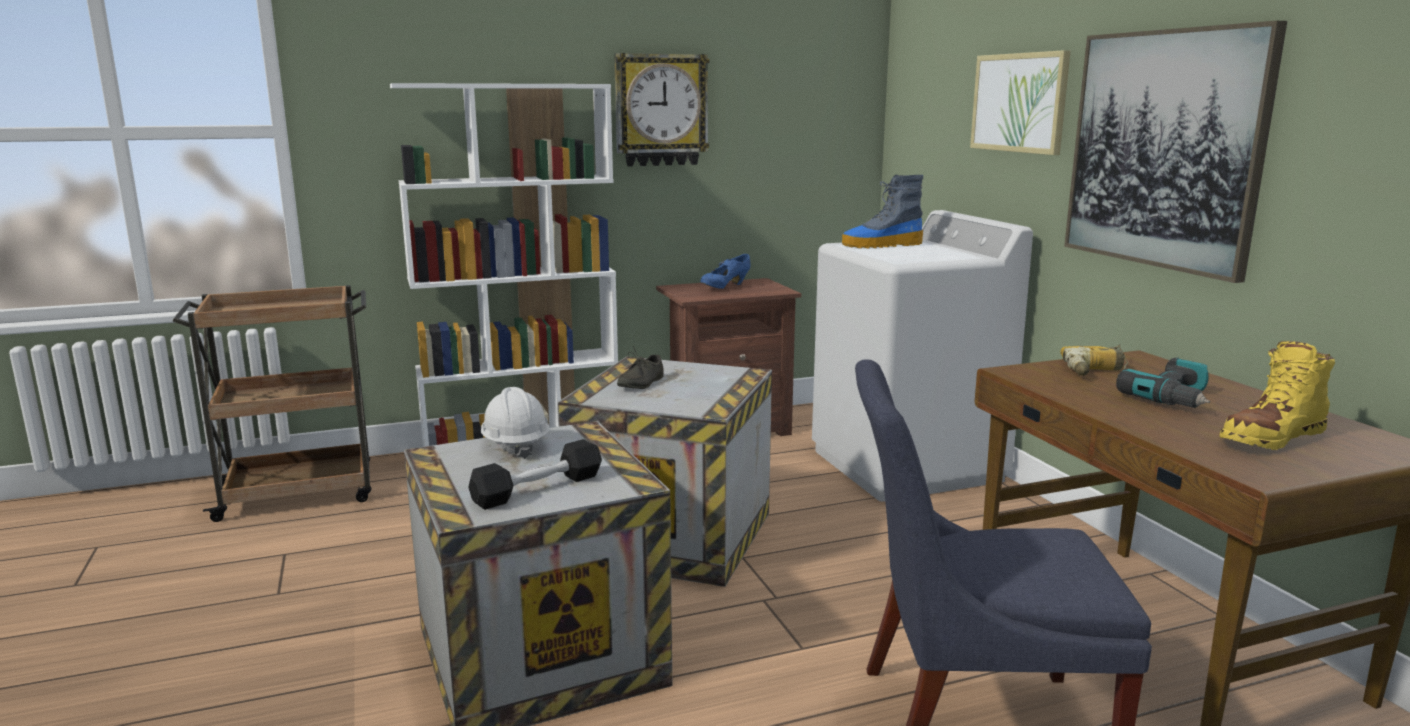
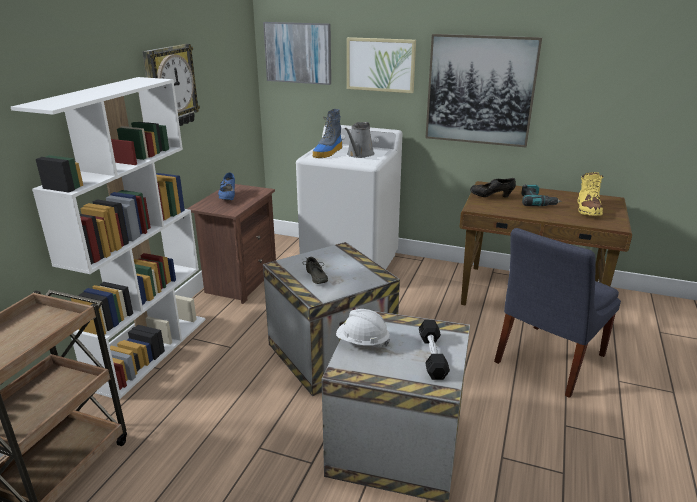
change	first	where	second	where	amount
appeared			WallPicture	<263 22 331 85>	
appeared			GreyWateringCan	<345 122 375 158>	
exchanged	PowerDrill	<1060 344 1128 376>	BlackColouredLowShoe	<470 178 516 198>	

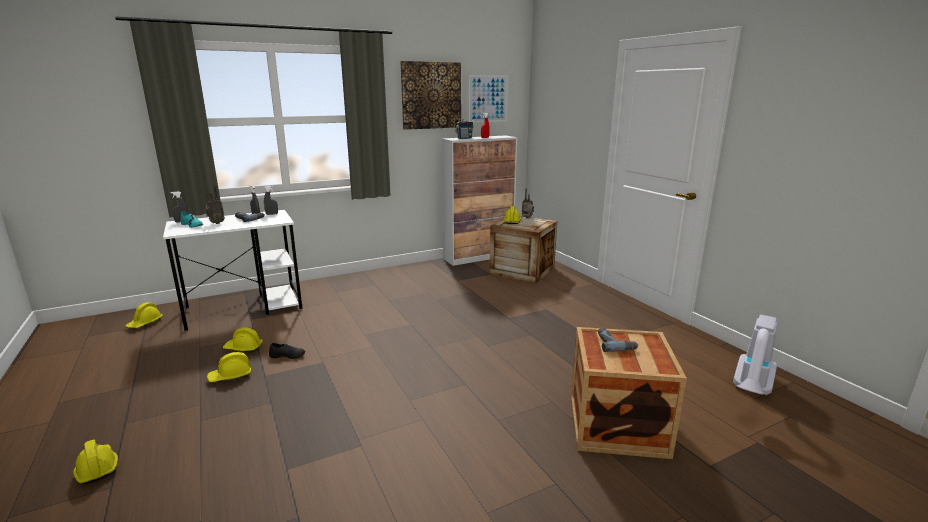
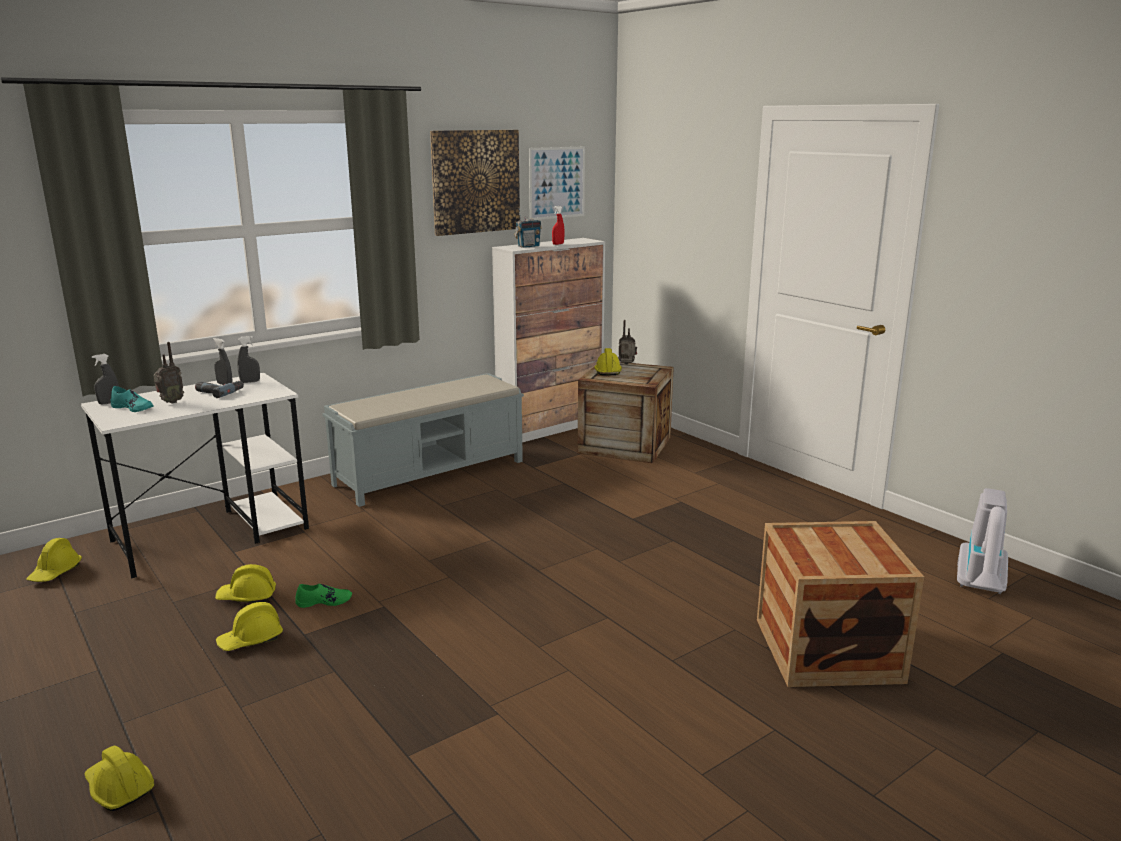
change	first	where	second	where	amount
missing	PowerDrill	<598 328 638 352>			
appeared			GreyIndoorBench	<322 373 524 507>	
colour	BlackColouredLowShoe	<269 343 305 359>	GreenishLowShoe	<295 584 352 608>	

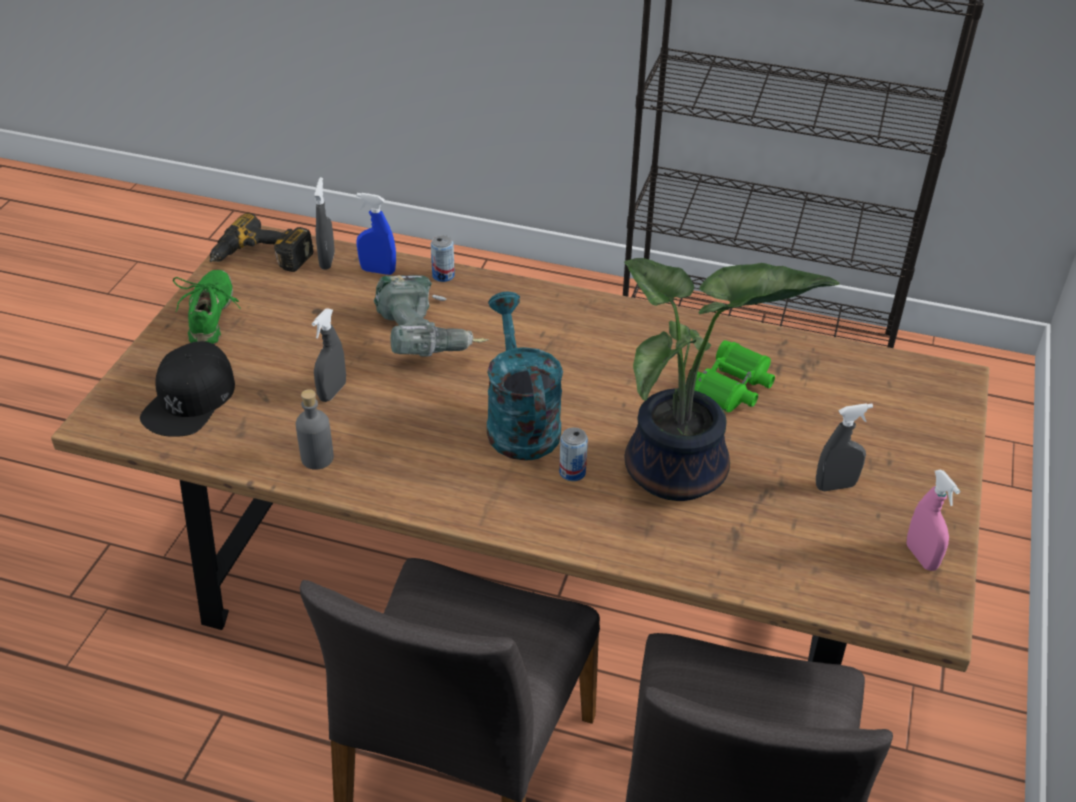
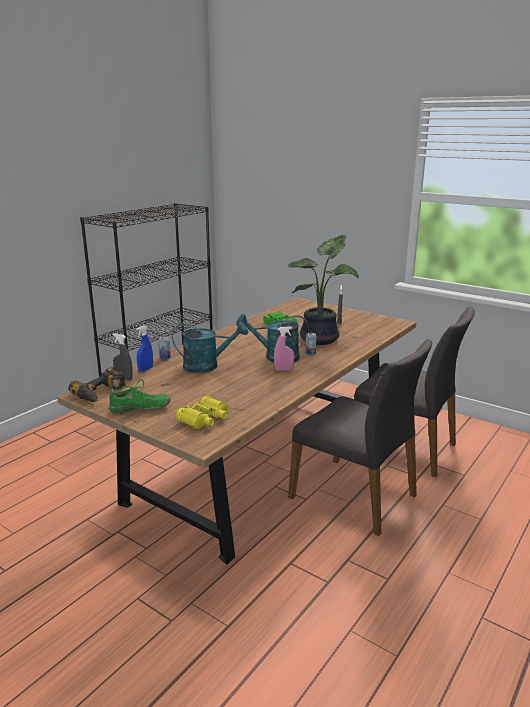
change	first	where	second	where	amount
missing	GreyBeverageBottle	<296 389 334 470>			
missing	GreyHandSprayer	<312 308 346 402>			
relocated	PinkHandSprayer	<906 470 960 571>		<274 326 294 371>	
exchanged	BlackColouredBaseballCap	<140 341 235 437>	YellowBinoculars	<176 396 229 429>	
exchanged	PowerDrill	<374 275 489 356>	TurquoiseWateringCan	<172 322 248 373>	
spun	GreenishLowShoe	<173 270 241 345>		<109 379 171 414>	150 degrees clockwise

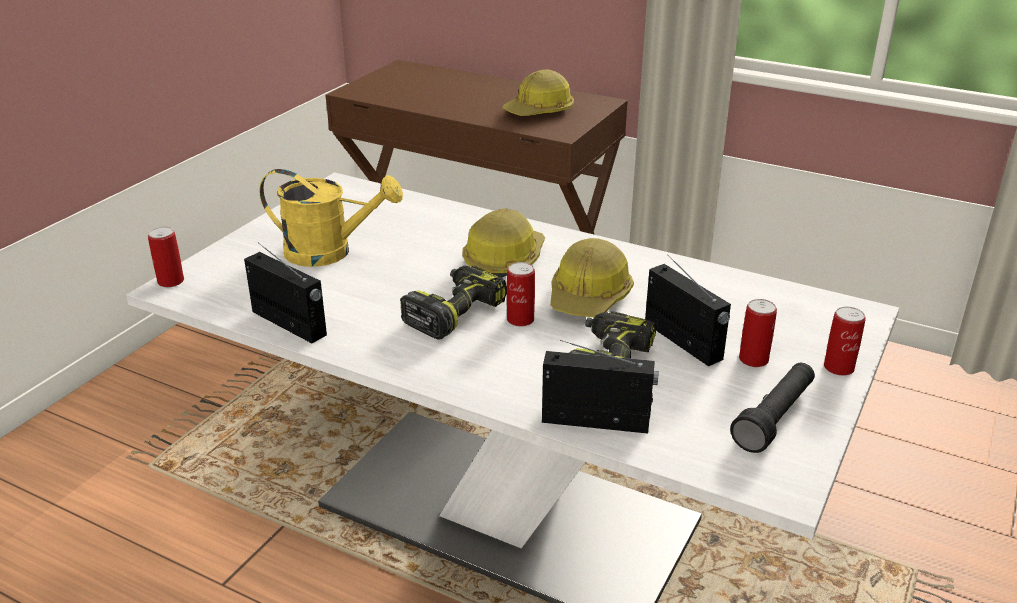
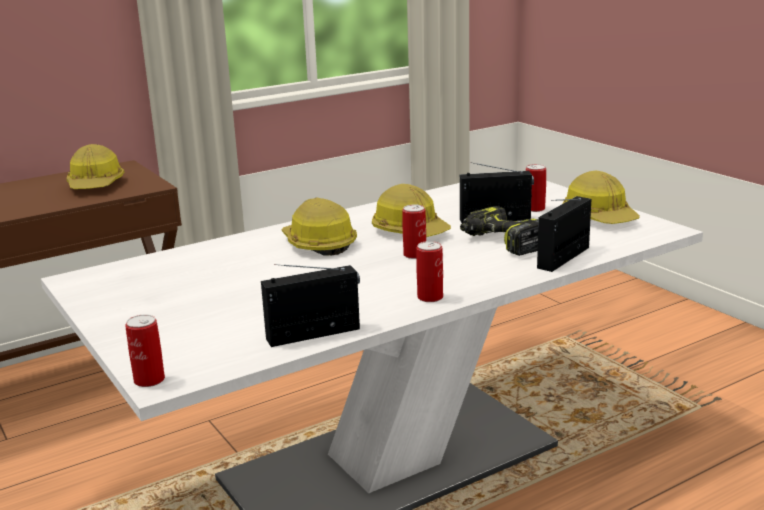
change	first	where	second	where	amount
missing	YellowWateringCan	<259 169 403 267>			
missing	PowerDrill	<400 266 507 339>			
relocated	MetalCan	<824 307 866 376>		<416 241 443 302>	
exchanged	BlackColouredFlashlight	<730 363 815 453>	WorkHelmet	<562 171 640 224>	

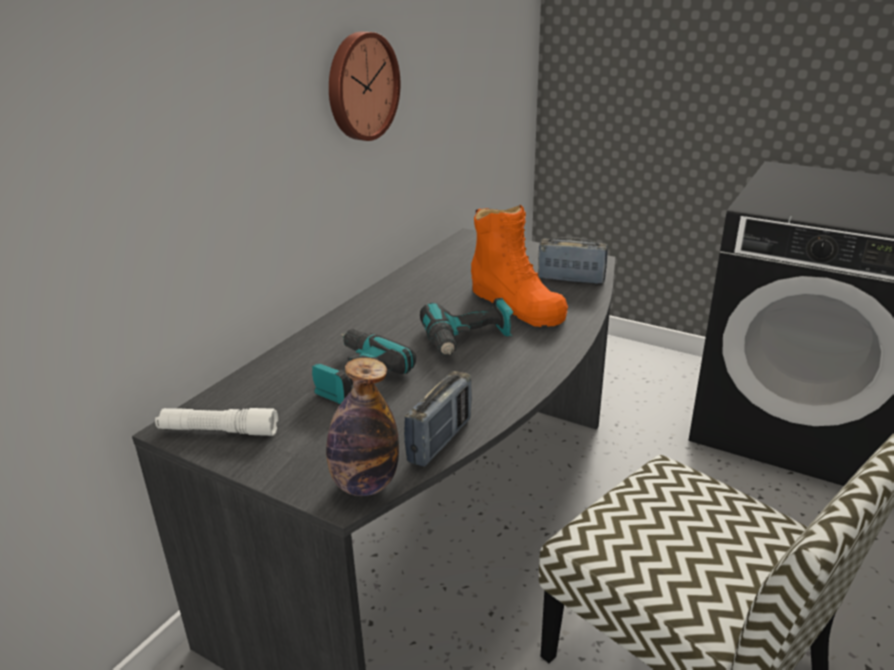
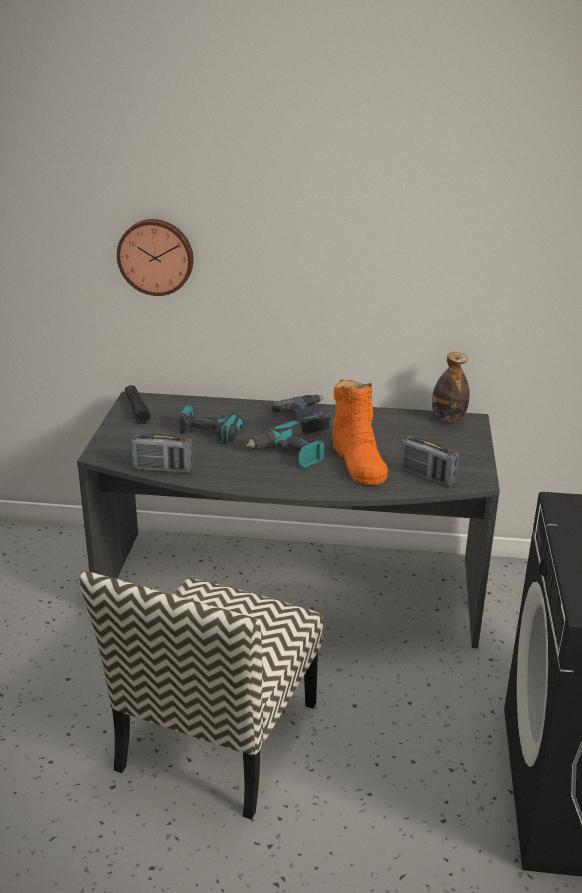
change	first	where	second	where	amount
appeared			PowerDrill	<271 395 331 434>	
relocated	BeverageBottle	<326 358 399 496>		<432 352 470 423>	
relocated	HangingClock	<329 32 400 141>		<117 219 194 296>	
colour	WhiteFlashlight	<155 408 278 436>	BlackColouredFlashlight	<125 385 151 424>	
spun	OrangeyTallBoot	<471 205 568 327>		<332 379 388 485>	45 degrees counterclockwise
spun	RadioReceiver	<538 237 608 284>		<399 436 459 487>	135 degrees clockwise

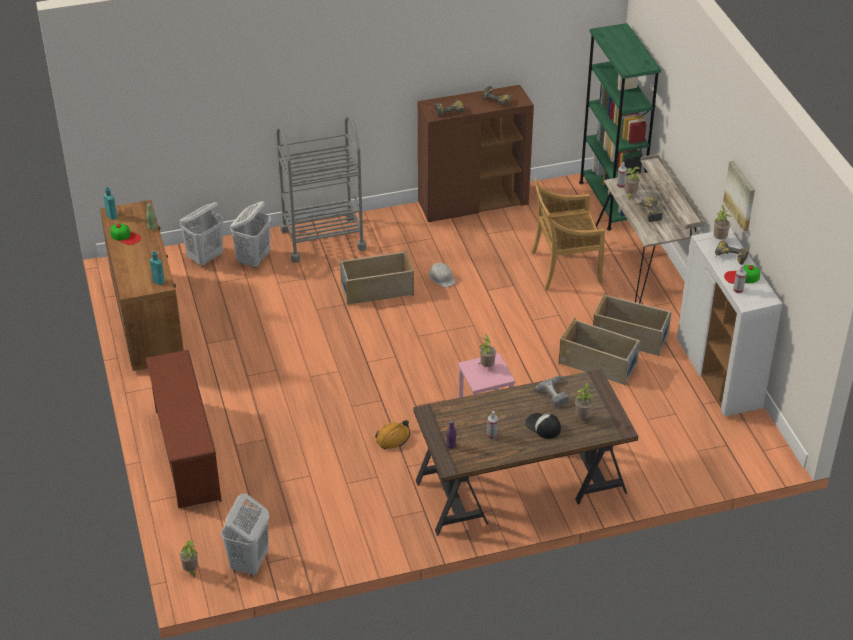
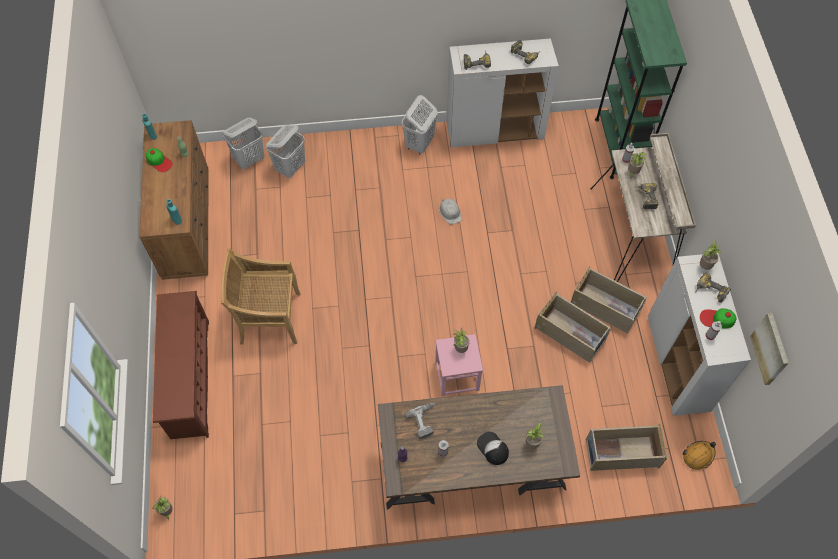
change	first	where	second	where	amount
missing	GreyCart	<276 115 366 263>			
relocated	WhiteLaundryBasket	<221 493 269 577>		<402 95 437 154>	
relocated	BeigeStorageBox	<340 250 414 305>		<586 424 667 471>	
relocated	OrangeyWorkHelmet	<375 420 410 449>		<683 441 716 470>	
relocated	BeigeUprightChair	<531 178 605 290>		<221 247 300 345>	
relocated	PowerDrill	<535 376 569 407>		<405 403 435 439>	
relocated	WallPicture	<723 161 755 231>		<750 313 789 385>	
colour	BrownishCabinet	<418 85 534 222>	WhiteCabinet	<446 38 559 147>	

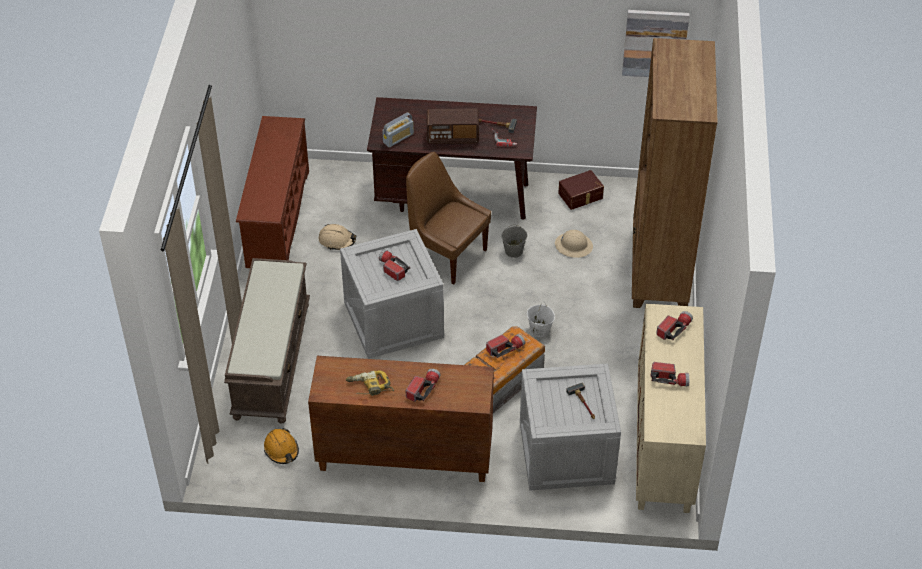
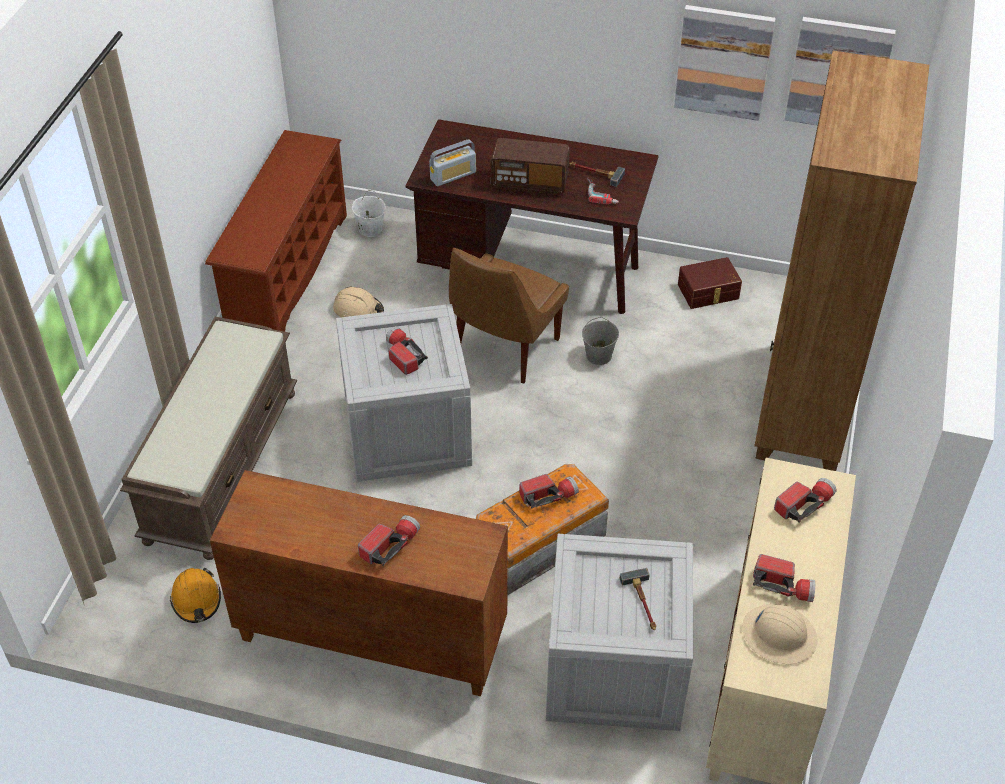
change	first	where	second	where	amount
missing	PowerDrill	<346 370 394 396>			
appeared			WallPicture	<674 5 776 121>	
relocated	WhitePail	<527 302 555 337>		<352 190 386 237>	
relocated	BeigeWorkHelmet	<555 230 593 258>		<742 604 818 664>	
spun	BrownishUprightChair	<406 152 491 284>		<449 248 569 384>	105 degrees counterclockwise

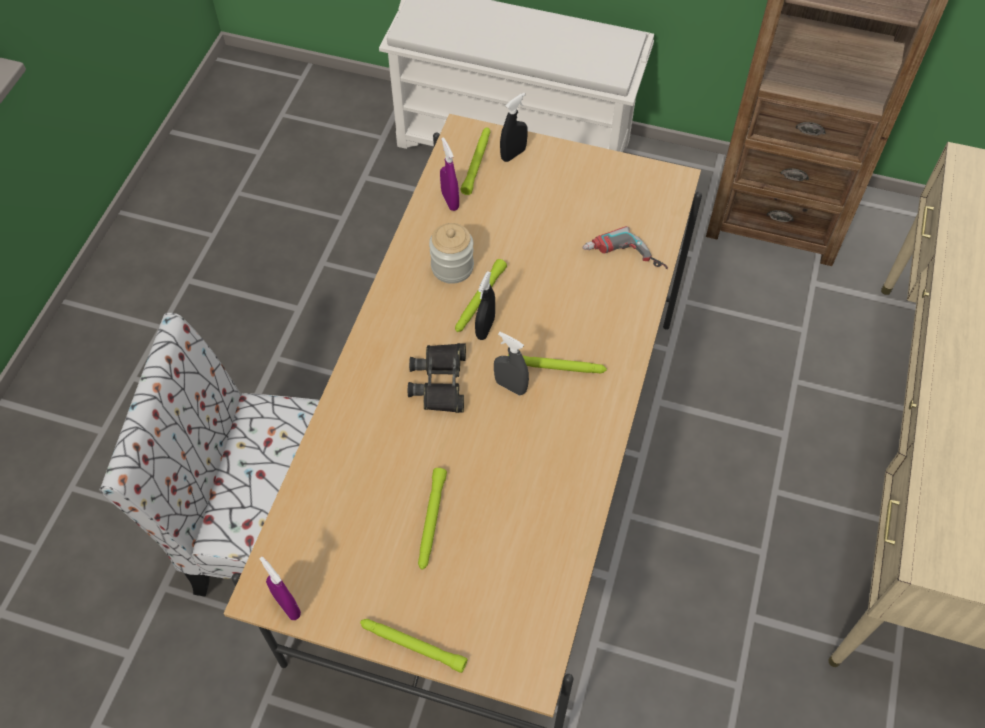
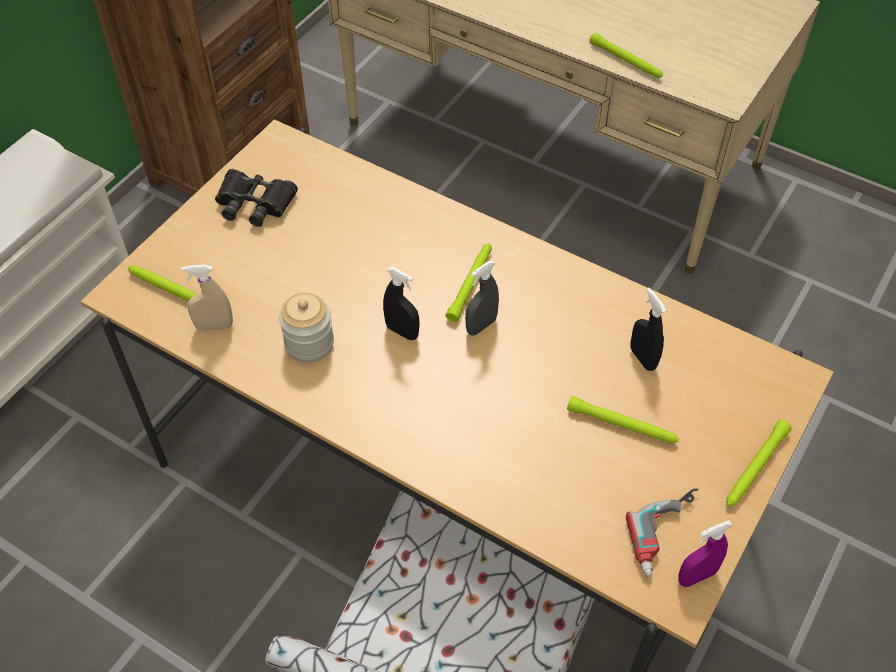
change	first	where	second	where	amount
relocated	BlackColouredBinoculars	<408 343 466 413>		<215 169 298 227>	
relocated	GreenishFlashlight	<455 259 507 332>		<589 33 663 78>	
relocated	BlackColouredHandSprayer	<500 93 527 162>		<631 288 667 371>	
relocated	PowerDrill	<583 226 668 269>		<626 488 698 577>	
colour	PurpleHandSprayer	<440 138 459 211>	BeigeHandSprayer	<181 265 233 331>	

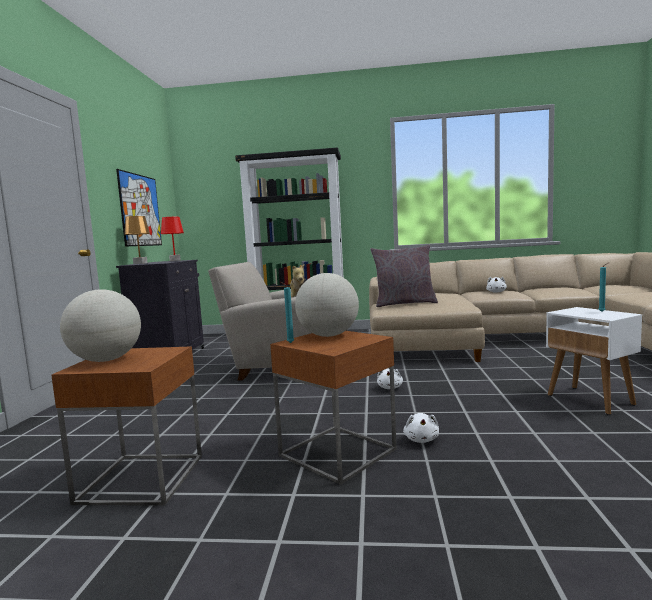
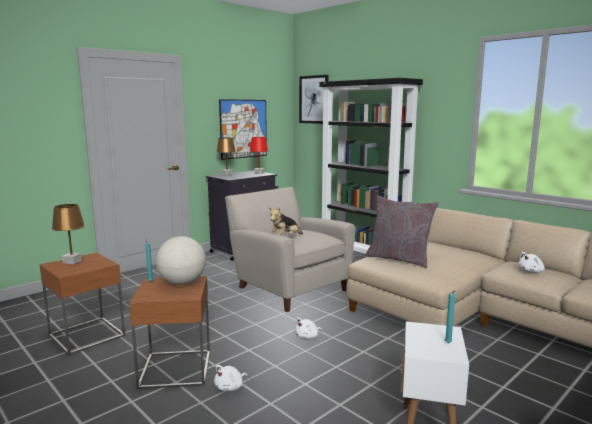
change	first	where	second	where	amount
appeared			WallPicture	<299 75 329 124>	
exchanged	WorldGlobe	<60 289 141 362>	BrownishTableLamp	<52 204 85 264>	

